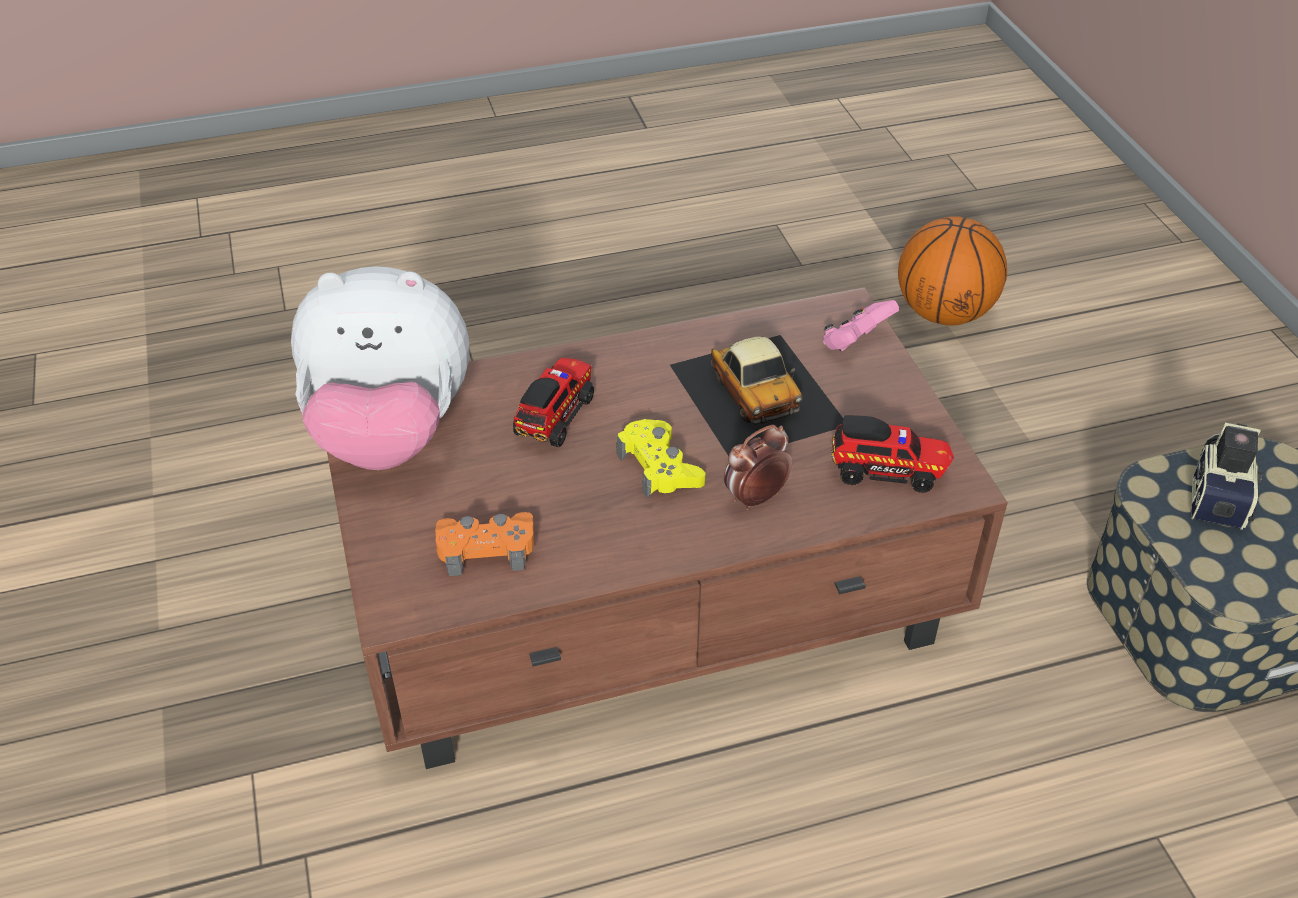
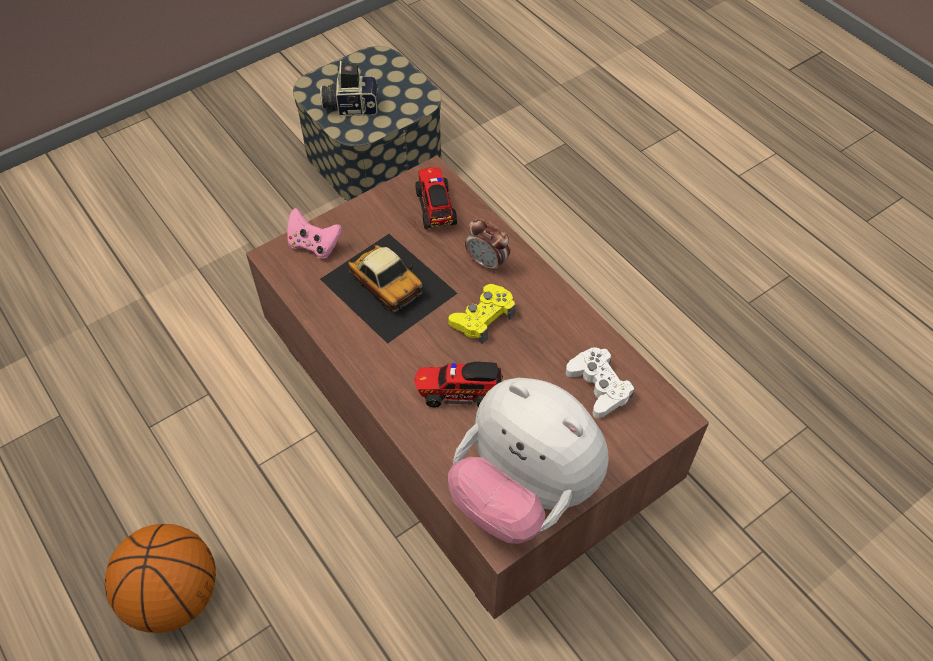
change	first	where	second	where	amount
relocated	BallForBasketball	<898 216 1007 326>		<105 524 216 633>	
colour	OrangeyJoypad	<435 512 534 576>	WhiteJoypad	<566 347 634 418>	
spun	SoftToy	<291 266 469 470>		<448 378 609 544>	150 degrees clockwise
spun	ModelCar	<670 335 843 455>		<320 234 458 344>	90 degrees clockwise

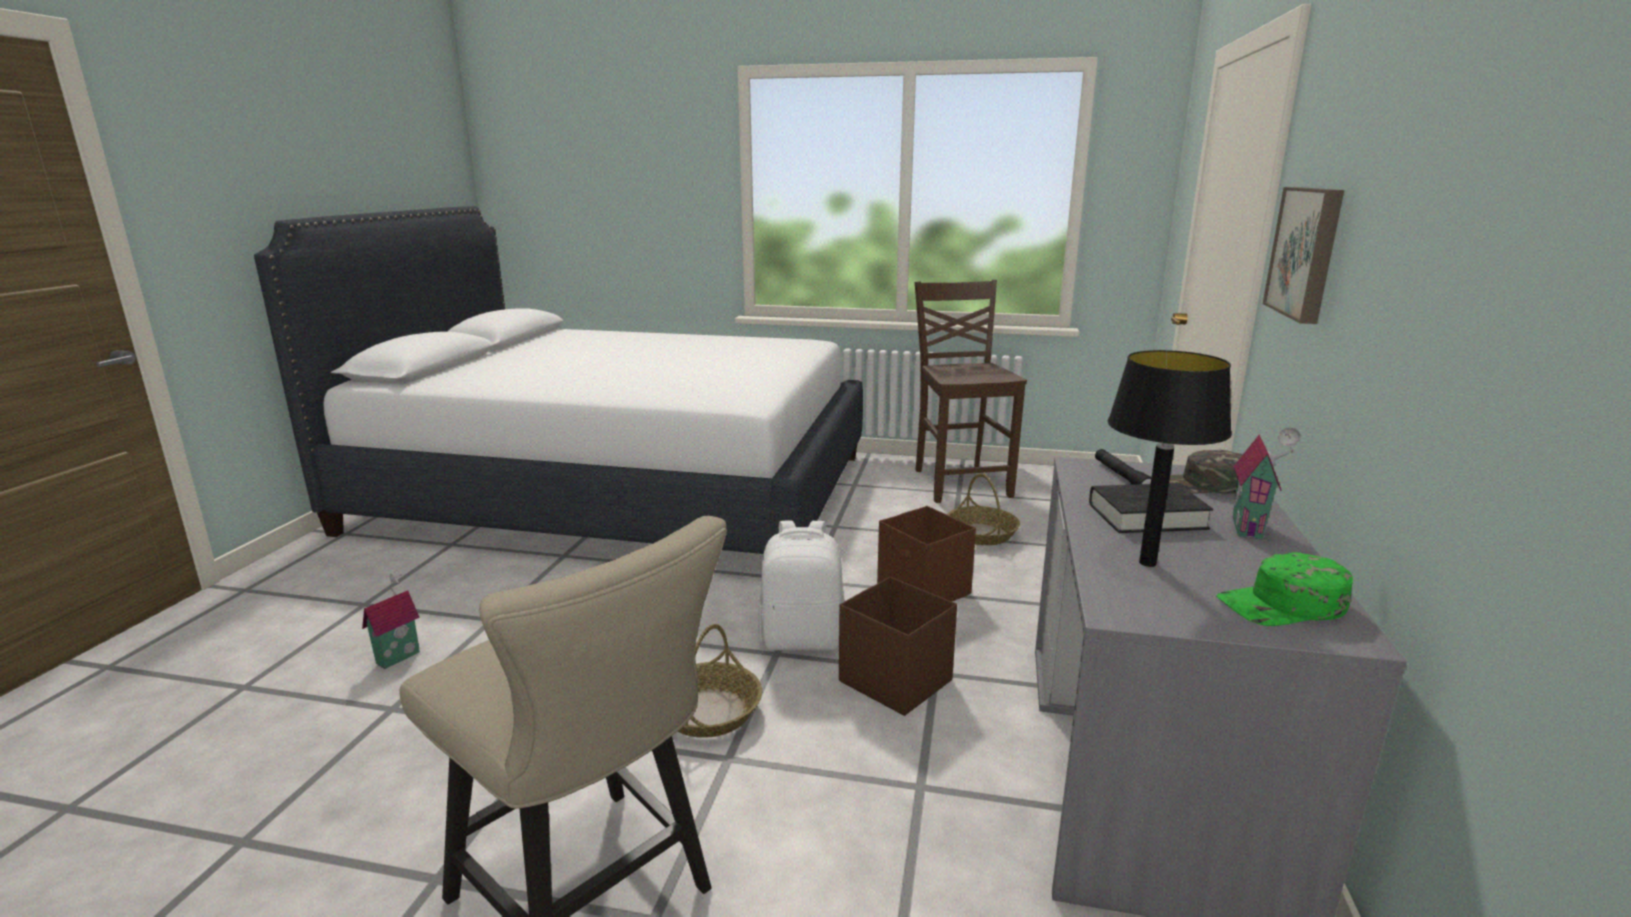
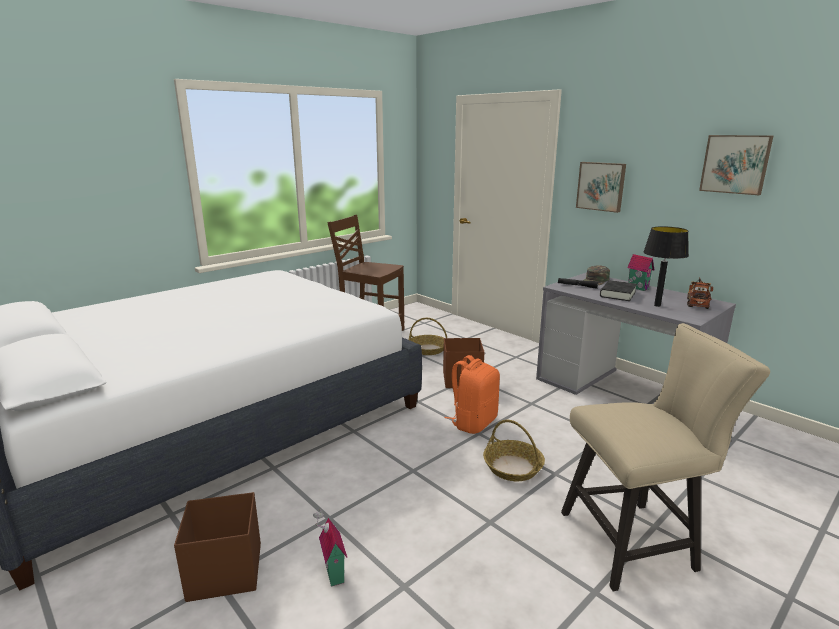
change	first	where	second	where	amount
appeared			WallPicture	<699 135 773 195>	
relocated	BrownishStorageBox	<839 576 957 716>		<174 492 261 602>	
exchanged	GreenishBaseballCap	<1216 552 1353 626>	ModelTruck	<687 278 713 309>	
colour	WhiteKnapsack	<758 521 845 650>	OrangeyKnapsack	<444 355 500 434>	

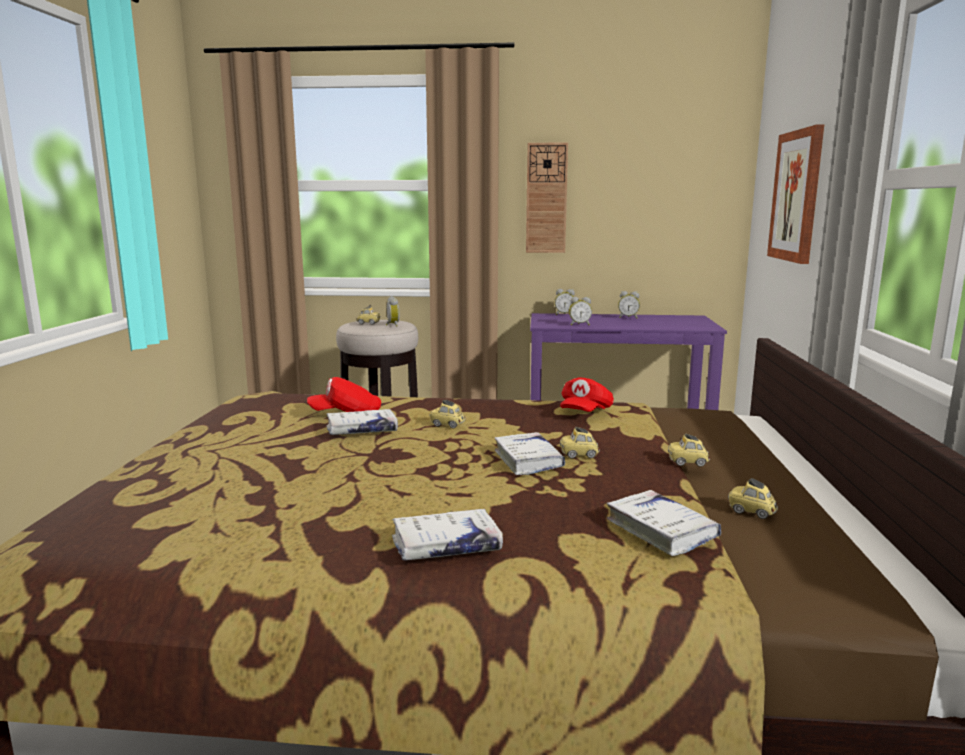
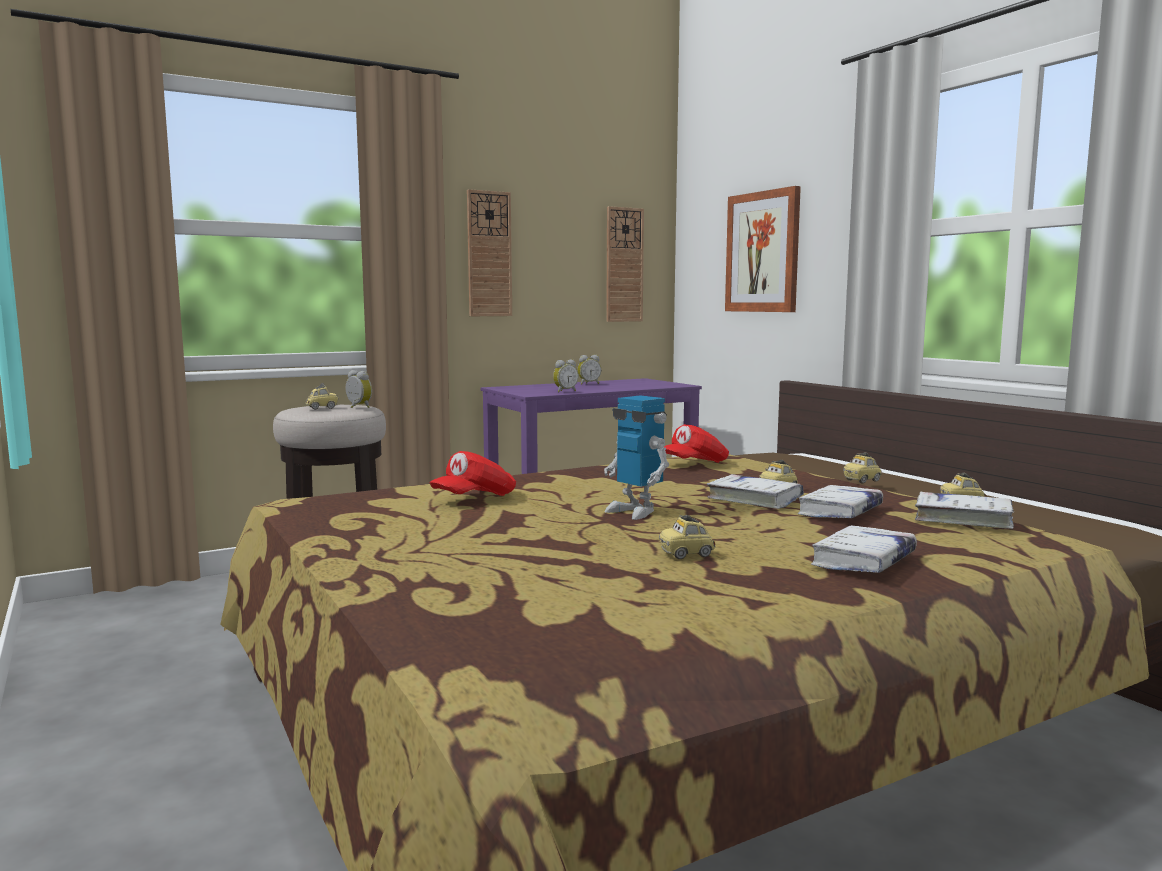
change	first	where	second	where	amount
missing	AlarmClock	<555 289 575 315>			
appeared			ToyRobot	<604 395 669 520>	
appeared			HangingClock	<606 206 644 322>	
relocated	WhiteBook	<326 409 398 435>		<797 485 883 518>	
relocated	ModelCar	<430 400 465 428>		<659 515 716 559>	
spun	ReddishBaseballCap	<560 377 614 412>		<664 424 729 463>	60 degrees clockwise

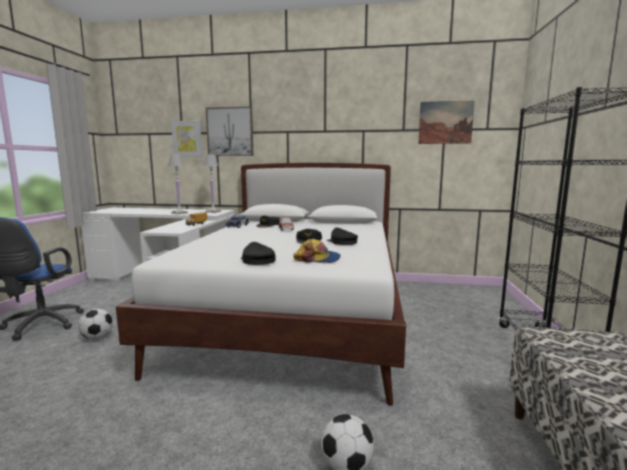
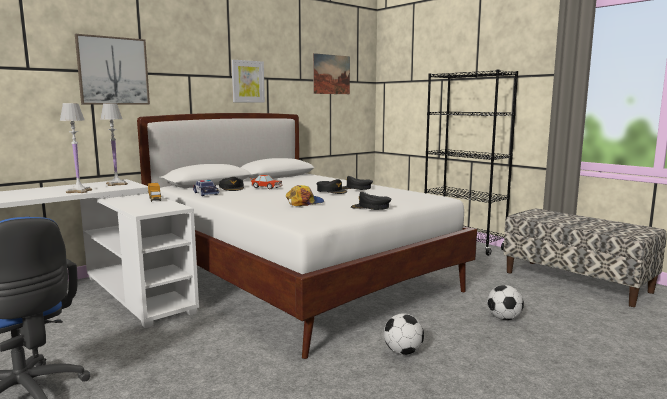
change	first	where	second	where	amount
relocated	BallForFootball	<78 309 113 340>		<384 313 424 355>	
relocated	WallPicture	<171 121 202 157>		<231 60 265 102>	
relocated	BaseballCap	<293 239 341 263>		<286 185 324 206>	

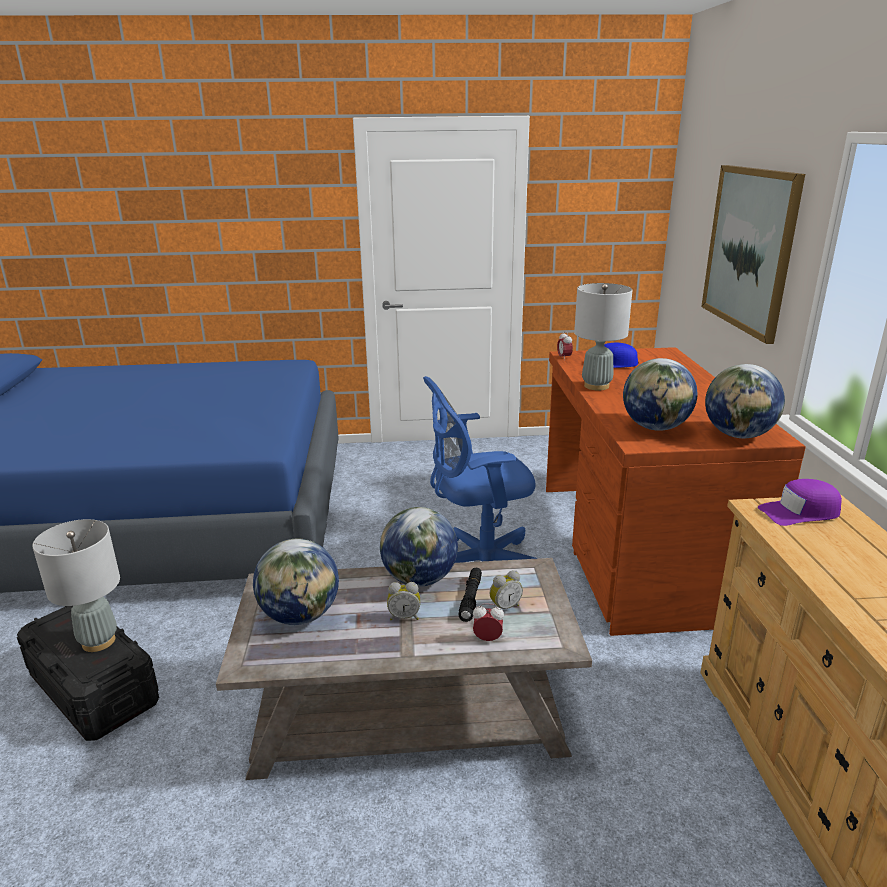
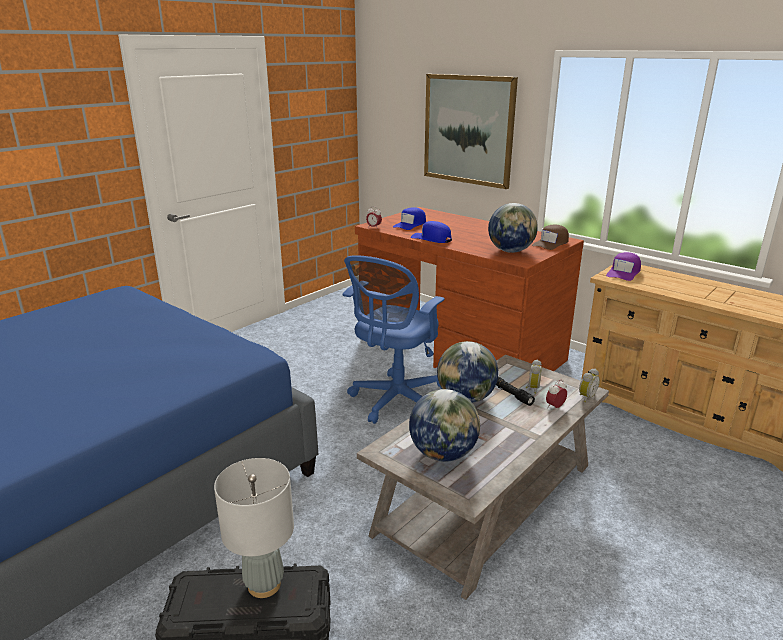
change	first	where	second	where	amount
relocated	AlarmClock	<387 582 420 621>		<579 368 600 402>	
exchanged	GreyTableLamp	<574 283 633 391>	BlueColouredBaseballCap	<411 221 452 243>	
exchanged	WorldGlobe	<705 364 785 438>	BrownishBaseballCap	<532 225 569 250>	

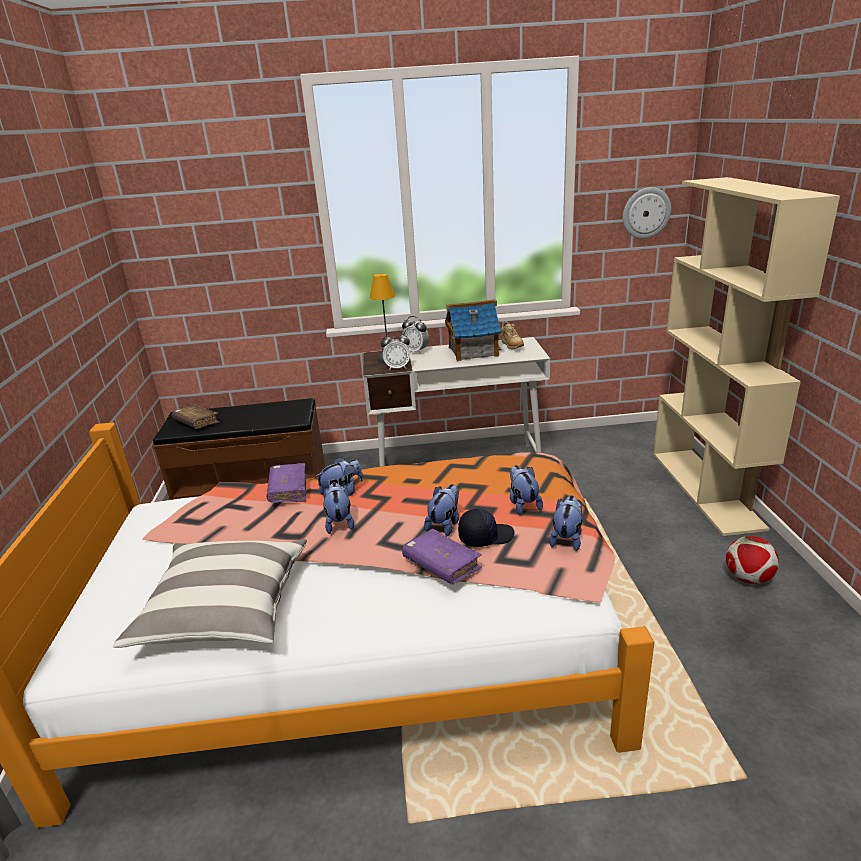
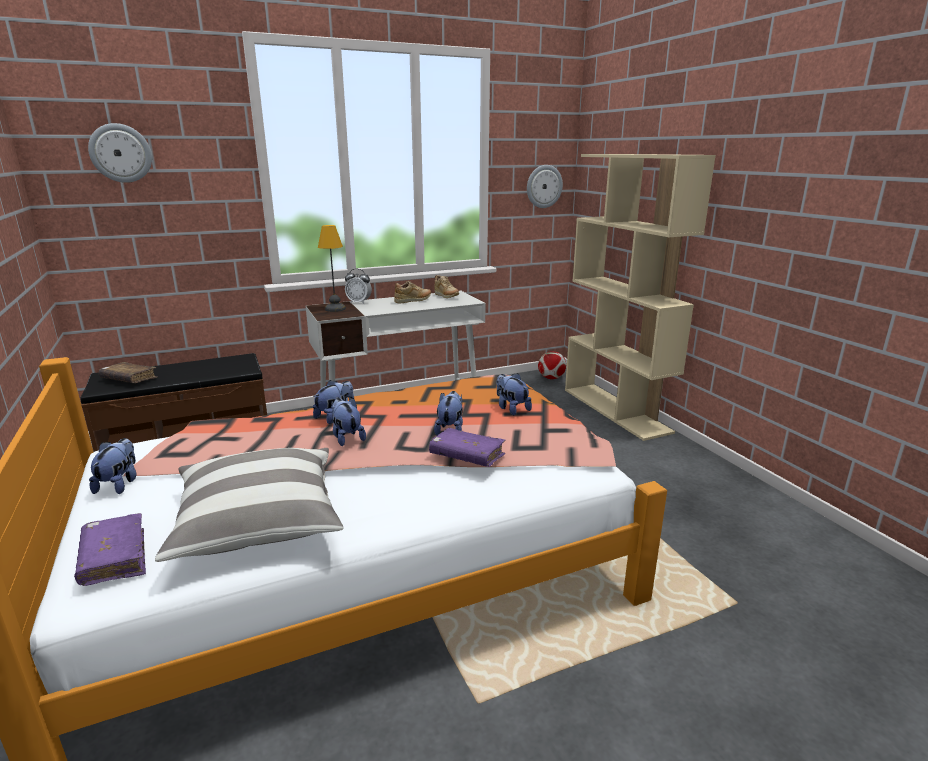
change	first	where	second	where	amount
missing	AlarmClock	<381 331 410 370>			
missing	BlackColouredBaseballCap	<458 509 515 547>			
appeared			HangingClock	<88 123 152 183>	
relocated	PurpleBook	<266 463 306 503>		<74 513 146 586>	
relocated	SoftToy	<549 495 582 551>		<89 438 136 494>	
relocated	BallForFootball	<726 536 779 584>		<538 351 566 379>	
exchanged	MiniatureHouse	<445 299 501 361>	BeigeLowShoe	<394 281 431 304>	

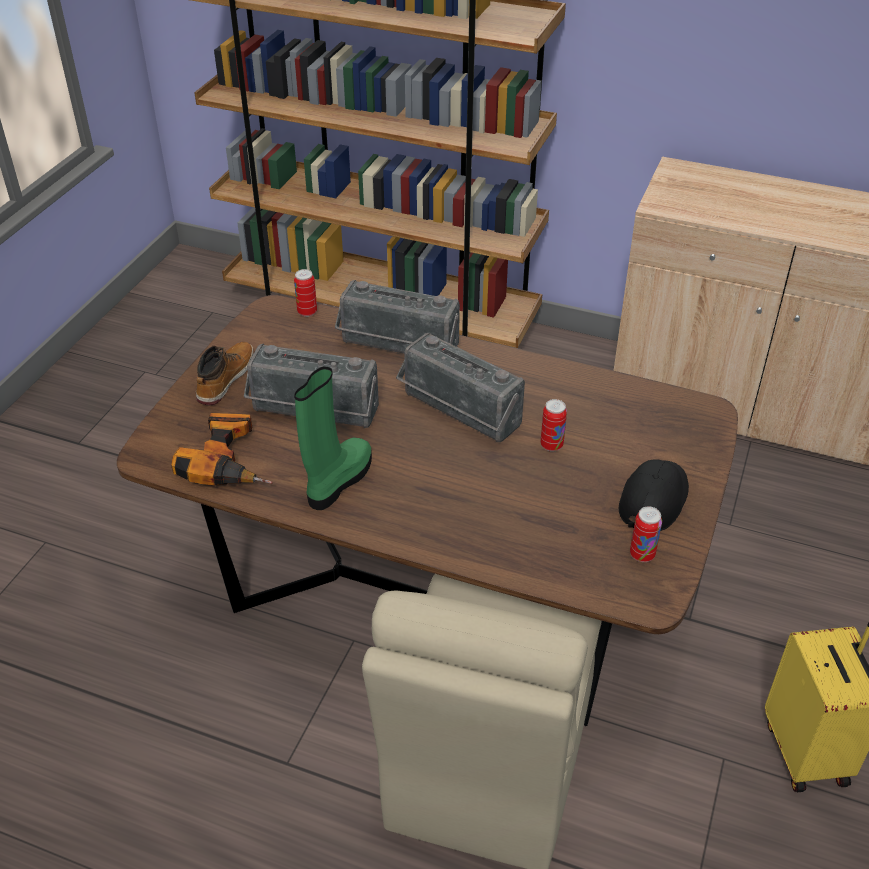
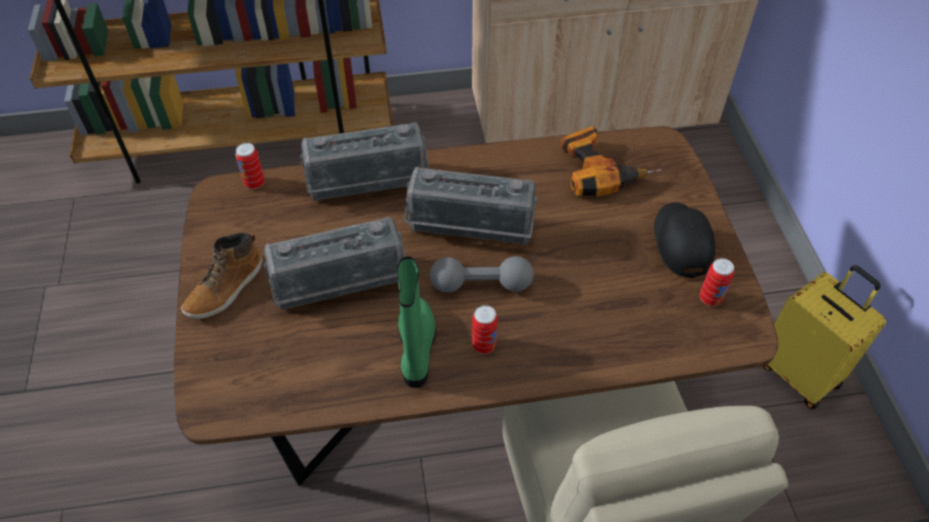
change	first	where	second	where	amount
appeared			GreyHandWeight	<430 256 534 293>	
relocated	PowerDrill	<171 413 273 486>		<560 126 662 196>	
relocated	MetalCan	<540 399 567 451>		<472 305 498 354>	
spun	TallBoot	<196 342 253 406>		<181 232 264 319>	135 degrees counterclockwise

